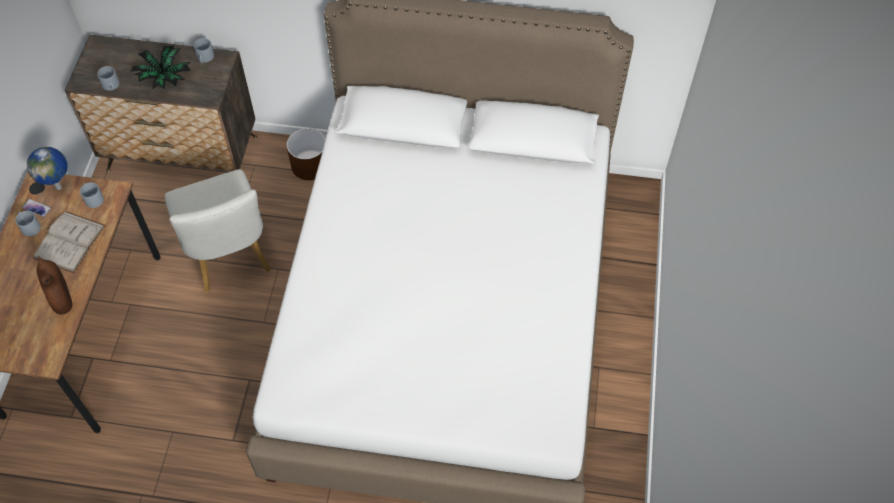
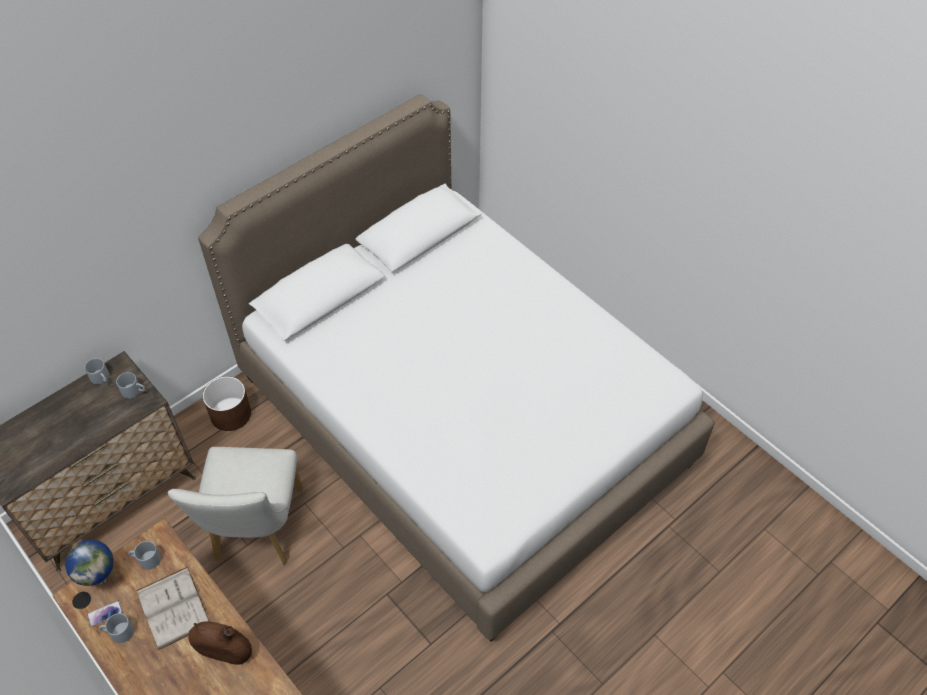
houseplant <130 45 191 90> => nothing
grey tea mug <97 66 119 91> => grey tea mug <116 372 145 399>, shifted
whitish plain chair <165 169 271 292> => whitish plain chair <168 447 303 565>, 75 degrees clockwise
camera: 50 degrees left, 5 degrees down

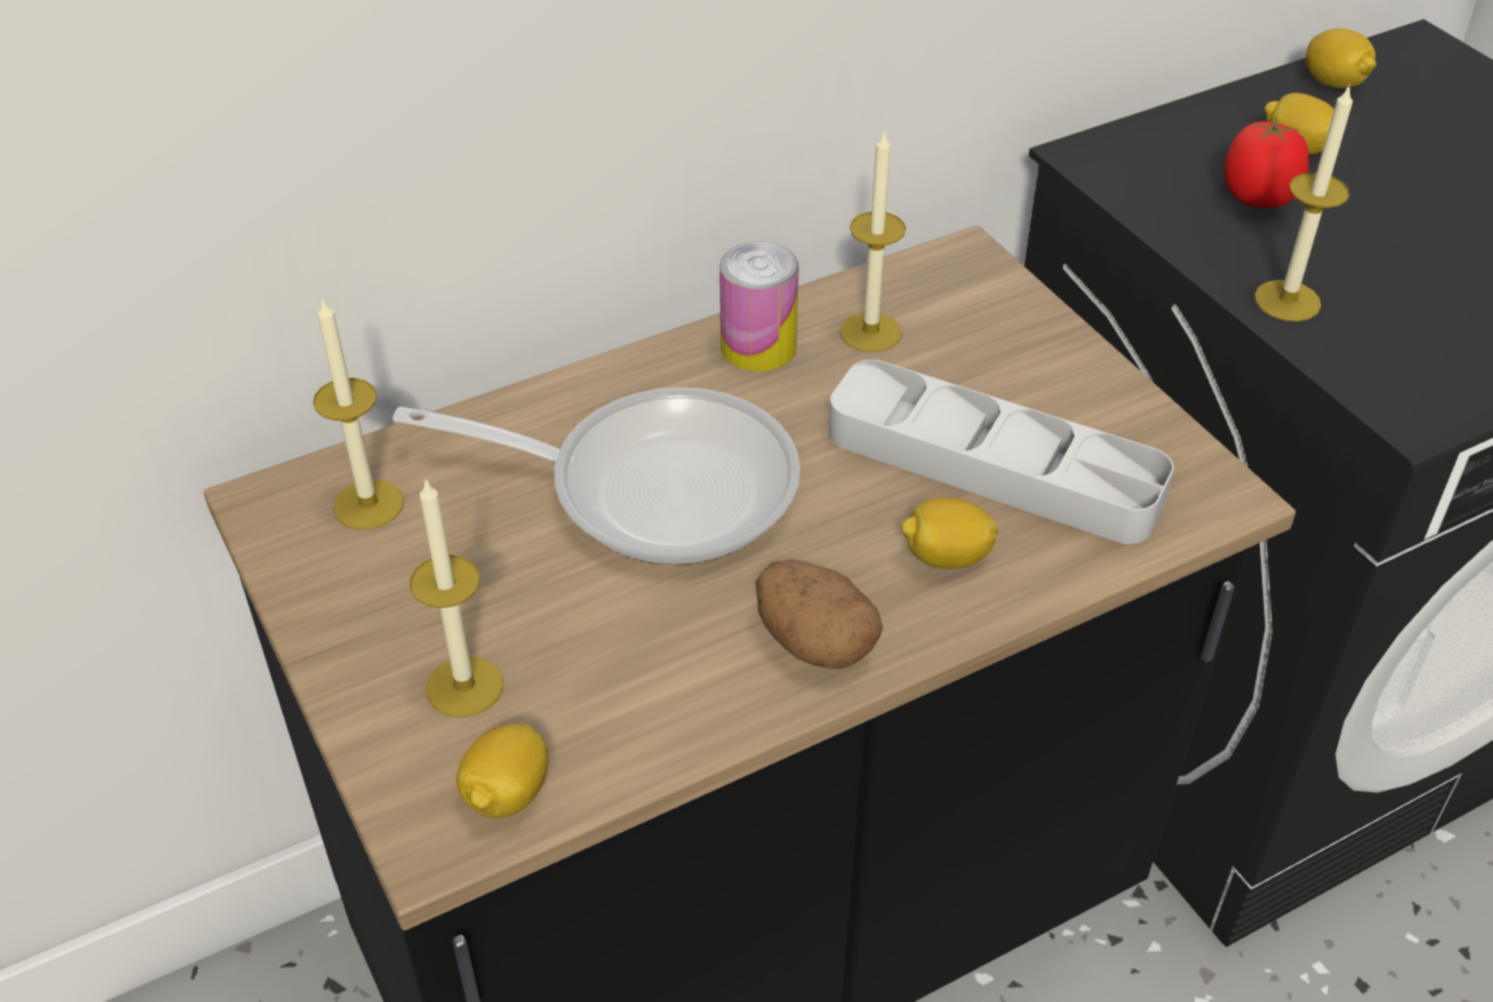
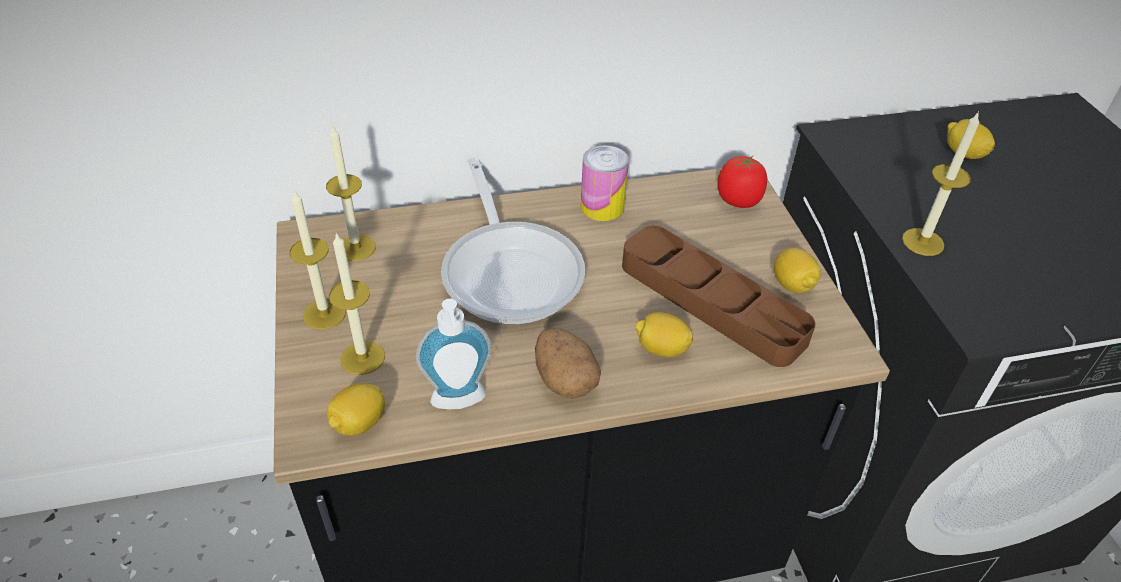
nothing => soap dispenser <416 299 492 409>
wax light <840 129 906 352> => wax light <289 190 346 330>, shifted
whole tomato <1224 118 1309 208> => whole tomato <717 156 767 208>, shifted
citrus fruit <1306 28 1377 88> => citrus fruit <774 248 821 293>, shifted
grey serving tray <829 360 1174 544> => brown serving tray <622 226 816 367>
pan <393 387 800 565> => pan <441 158 585 324>, 45 degrees clockwise
camera: 15 degrees right, 0 degrees up

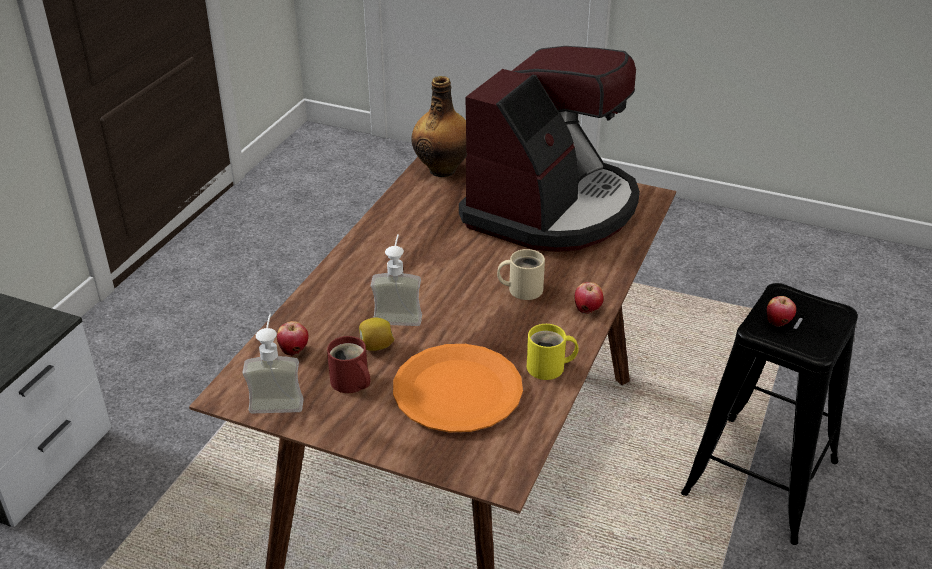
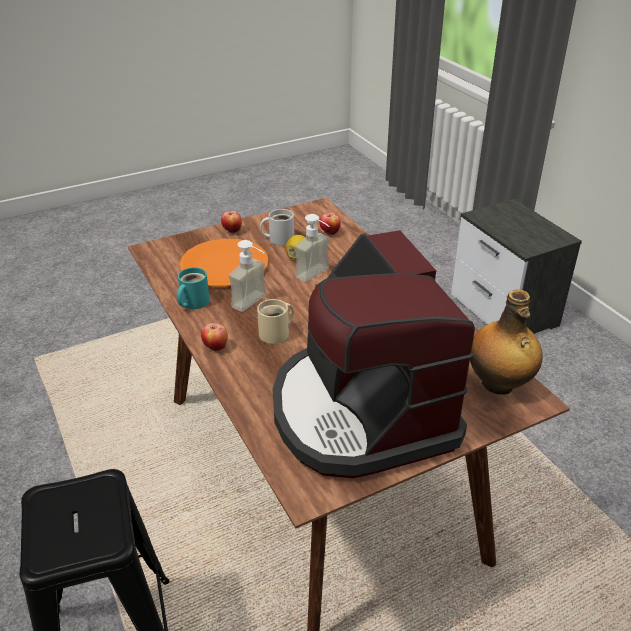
soap dispenser <243 314 304 413> => soap dispenser <229 240 267 312>, shifted
whole apple <767 296 796 327> => whole apple <221 211 242 233>, shifted
red-coloured tea mug <327 336 370 393> => whitish tea mug <260 209 294 245>
yellow tea mug <527 324 579 380> => turquoise-coloured tea mug <177 267 210 309>
camera: 130 degrees right, 0 degrees up

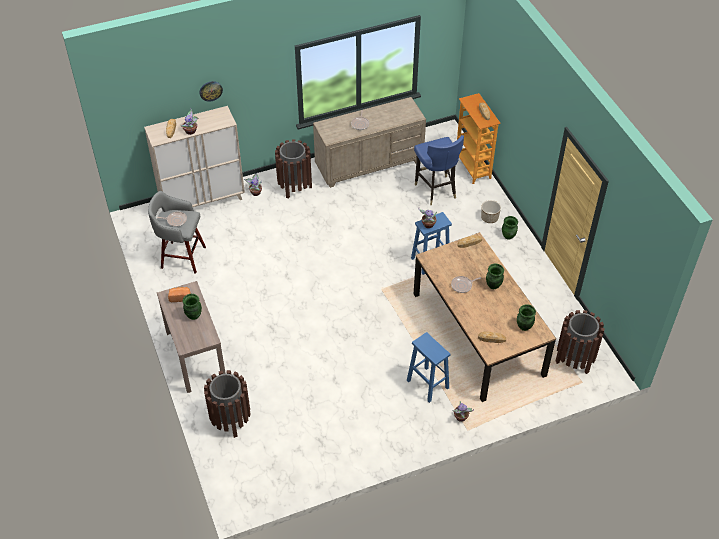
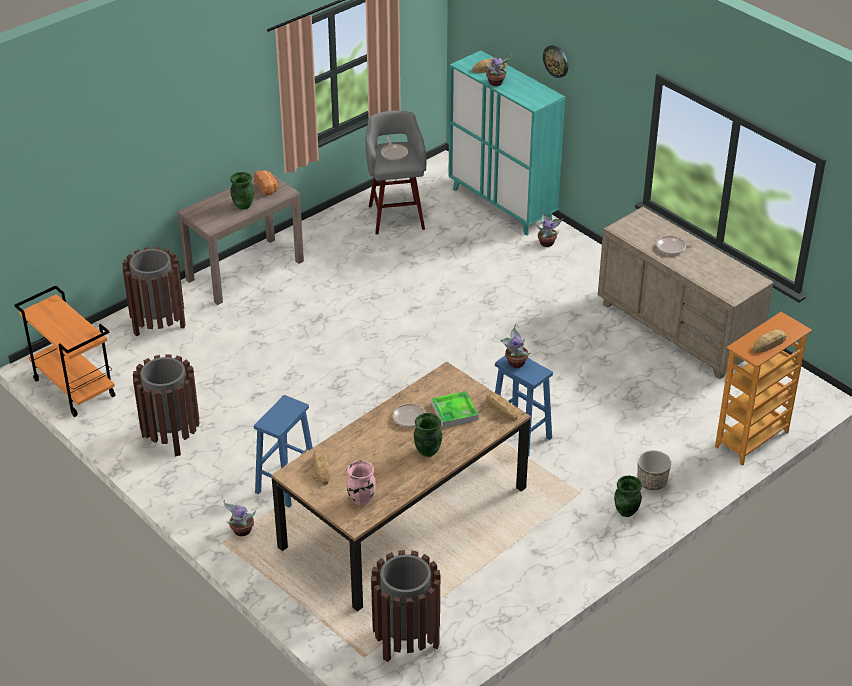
blue plain chair <414 135 464 205> => nothing
nothing => orangey wheeled cart <14 285 116 417>
nothing => serving tray <432 391 478 428>
brown trash can <275 139 312 199> => brown trash can <133 354 199 456>, shifted
beige-coloured storage cabinet <144 106 245 207> => turquoise-coloured storage cabinet <449 50 565 236>
green-coloured decorative vase <517 304 536 331> => pink-coloured decorative vase <346 460 376 505>
camera: 70 degrees right, 10 degrees down

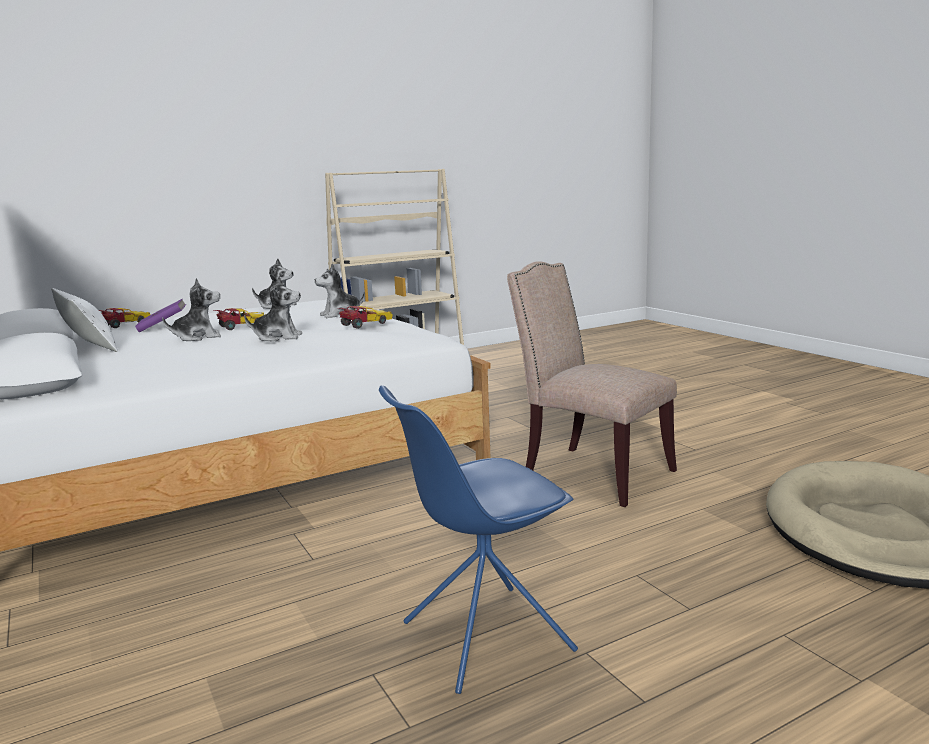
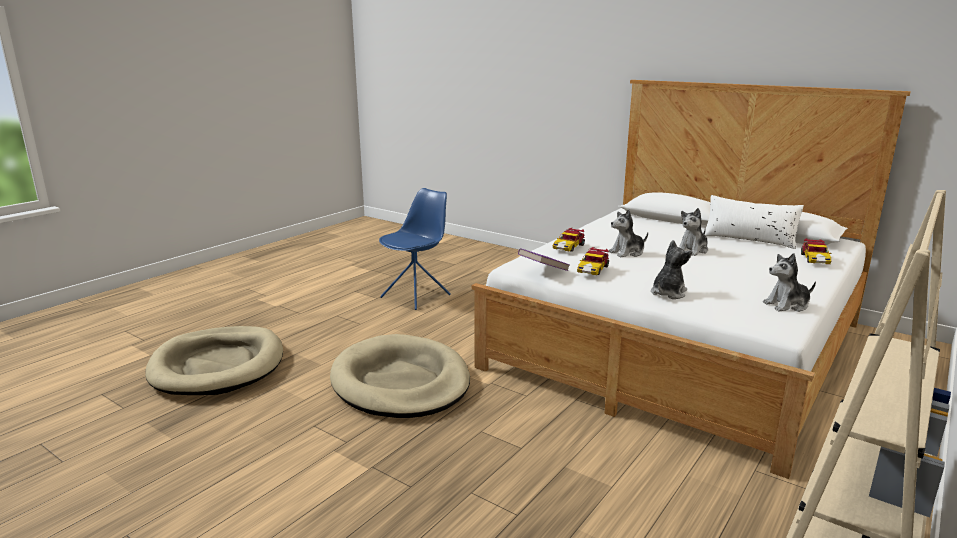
purple-coloured book <135 299 186 333> => purple-coloured book <518 248 569 271>, shifted
miniature car <213 308 266 330> => miniature car <553 227 585 252>, shifted
beige-coloured plain chair <507 261 677 507> => beige-coloured dog bed <330 334 470 418>
camera: 155 degrees right, 5 degrees up

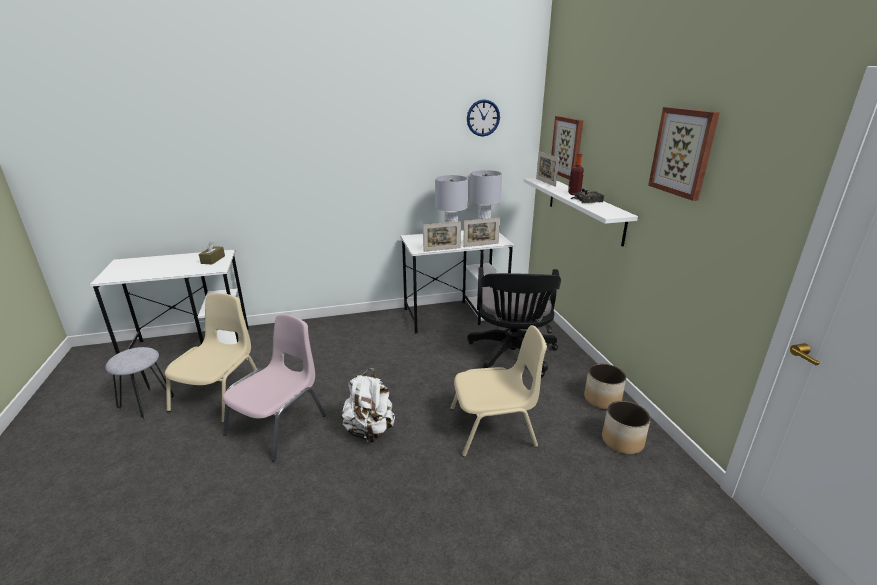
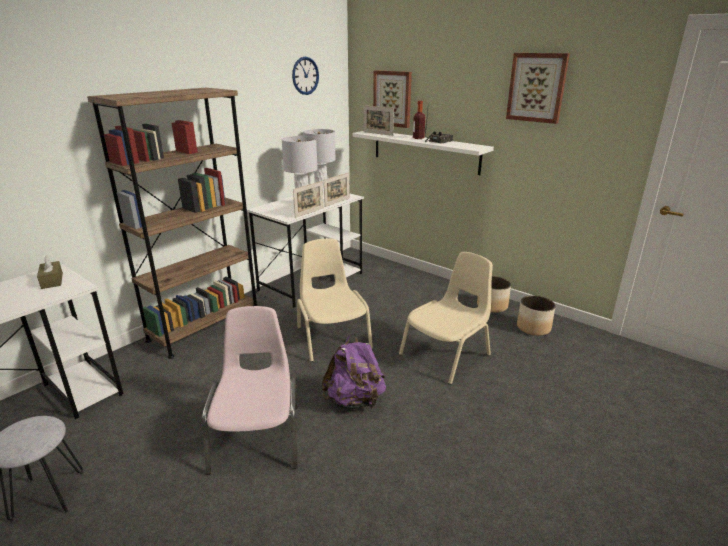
black-coloured computer chair <467 267 561 378> => nothing
nothing => brown bookcase <87 88 257 359>
beige-coloured plain chair <165 293 257 423> => beige-coloured plain chair <297 238 373 362>, shifted
whitish knapsack <341 368 395 443> => purple-coloured knapsack <322 334 386 409>
camera: 35 degrees left, 0 degrees up

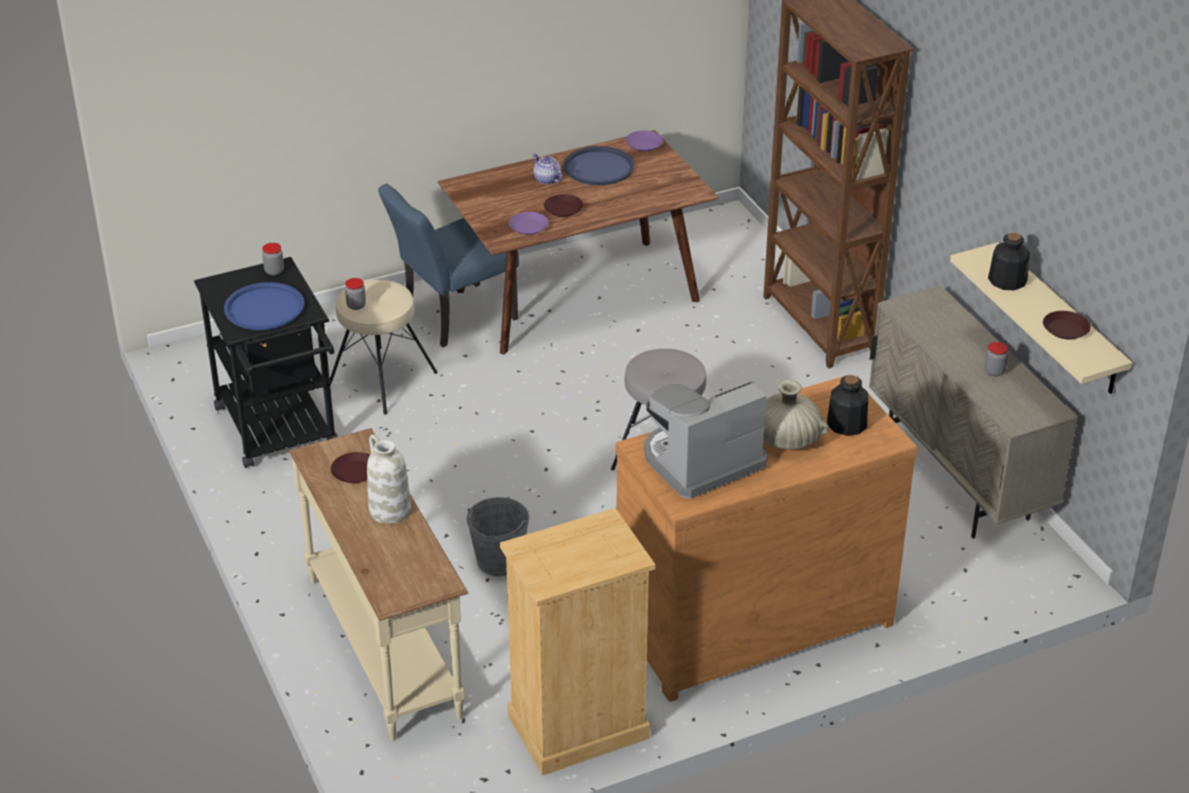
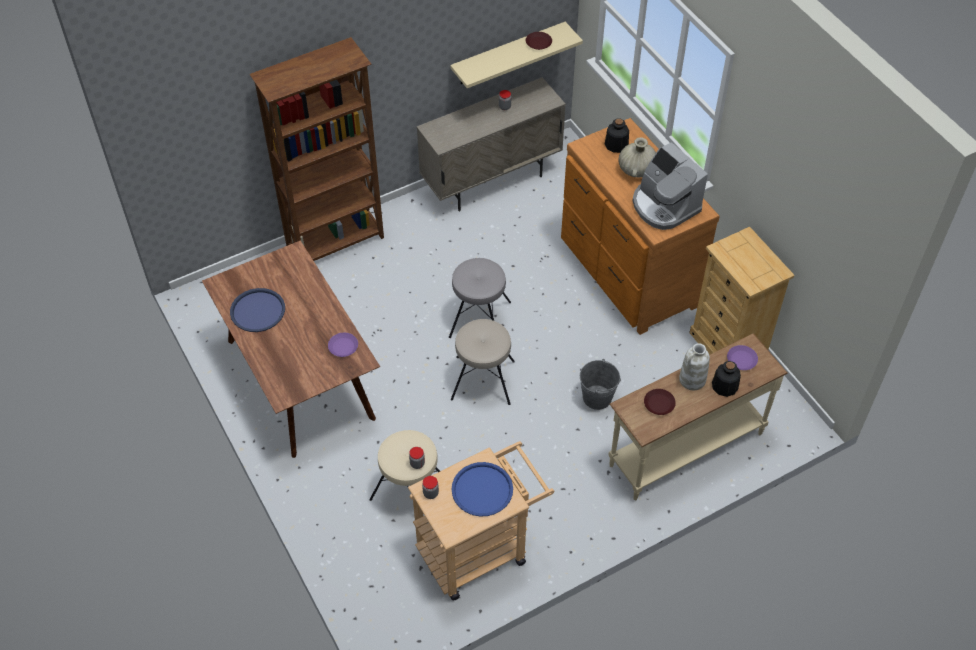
blue plain chair <378 184 519 347> => nothing
teapot <533 154 562 185> => nothing
brown plate <544 194 583 217> => nothing
nothing => beige-coloured stool seat <451 319 515 405>
purple-coloured plate <626 131 663 151> => purple-coloured plate <727 345 758 370>, shifted
beverage bottle <988 233 1030 290> => beverage bottle <712 361 741 397>, shifted
black-coloured wheeled cart <194 257 338 468> => beige-coloured wheeled cart <408 441 554 601>
camera: 95 degrees left, 15 degrees up

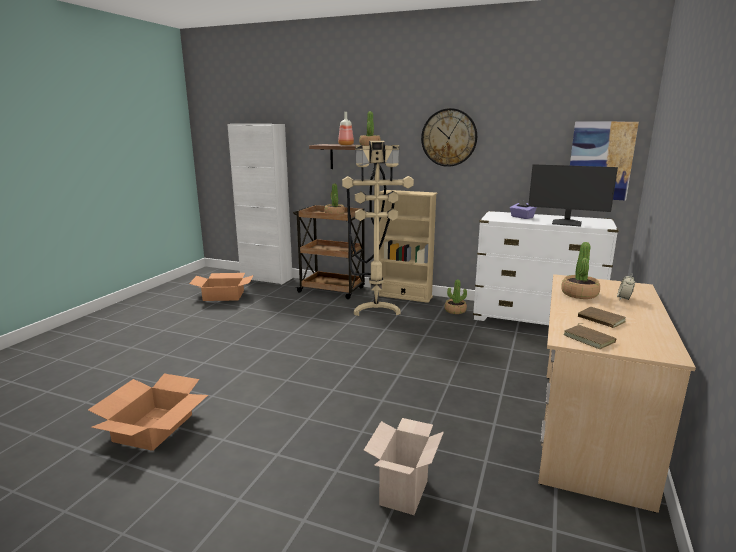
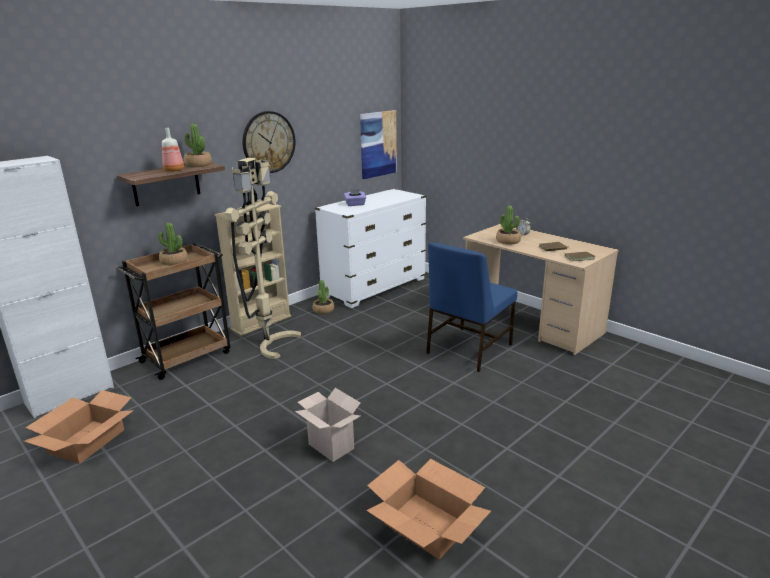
computer screen <528 164 618 227> => nothing
nothing => blue plain chair <426 242 517 372>
packing box <364 418 444 515> => packing box <295 388 361 462>, shifted
camera: 65 degrees left, 5 degrees up

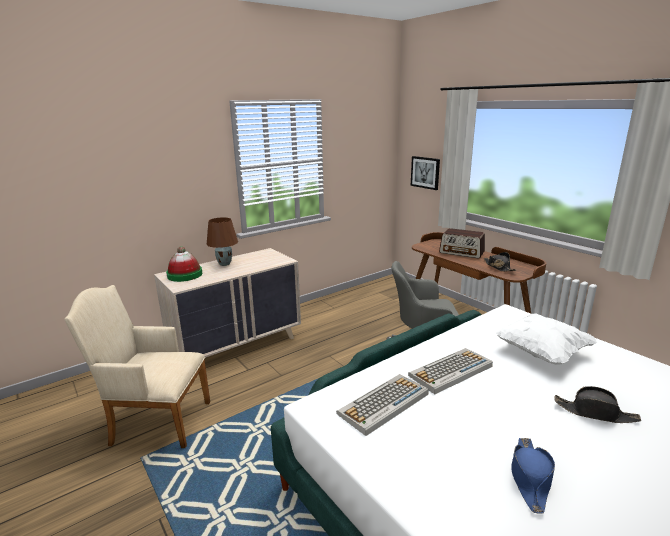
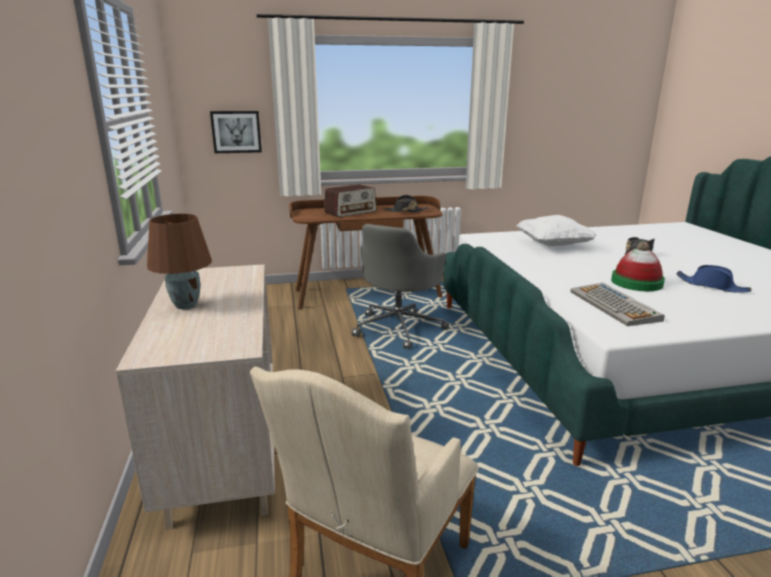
computer keyboard <408 348 493 394> => nothing
wearable hat <166 246 202 282> => wearable hat <611 241 665 291>, shifted
camera: 65 degrees left, 0 degrees up

